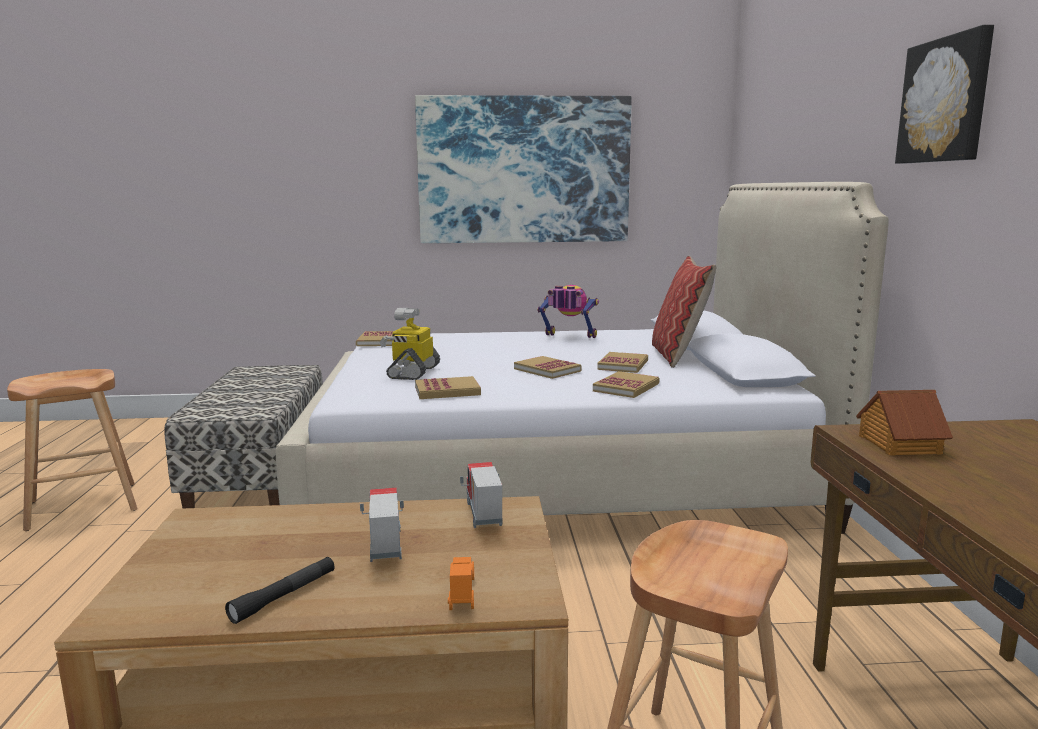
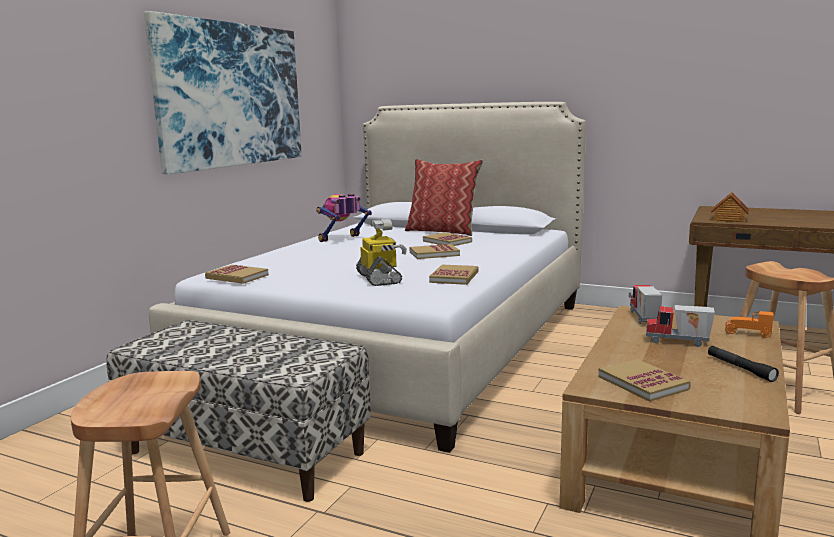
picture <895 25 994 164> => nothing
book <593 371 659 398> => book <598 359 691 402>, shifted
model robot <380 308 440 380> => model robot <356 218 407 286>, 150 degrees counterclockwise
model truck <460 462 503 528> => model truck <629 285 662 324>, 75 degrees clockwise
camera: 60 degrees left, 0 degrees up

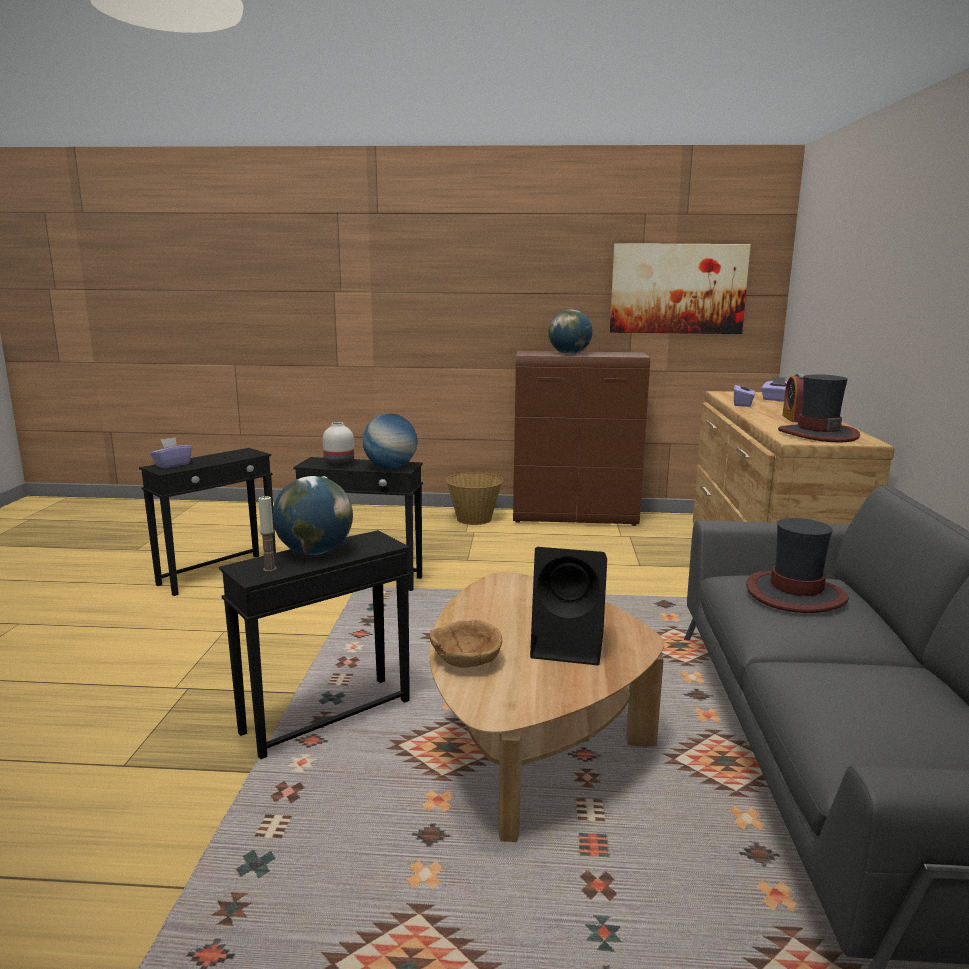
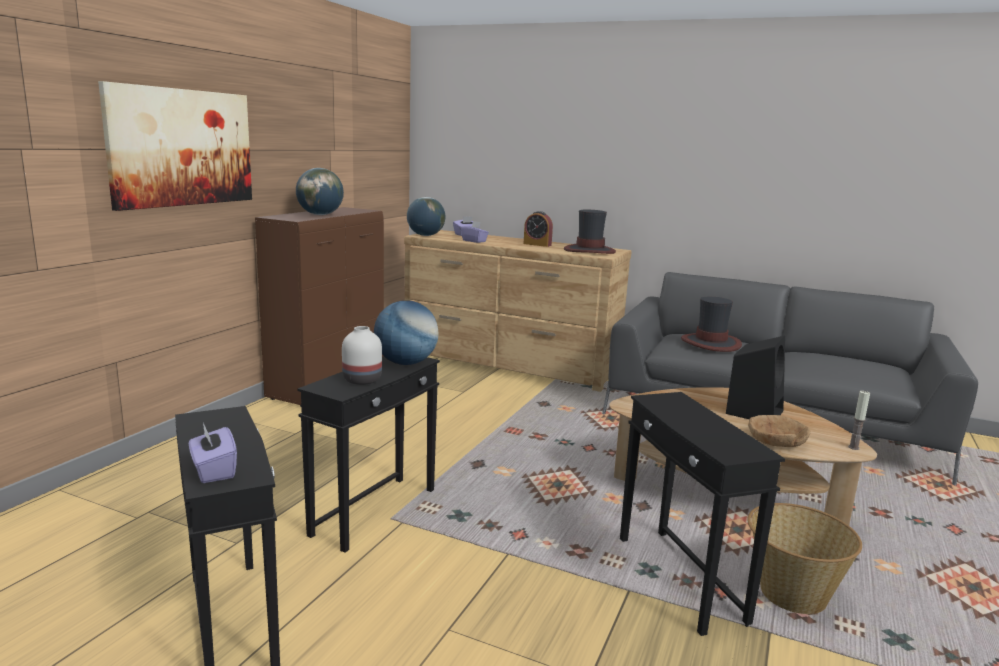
wax light <258 495 277 572> => wax light <848 391 870 450>, shifted
globe <272 476 353 555> => globe <407 197 445 236>, shifted
storage basket <446 472 504 525> => storage basket <748 503 862 614>, shifted
picture <610 243 751 334> => picture <98 81 252 211>, shifted
camera: 70 degrees left, 0 degrees up

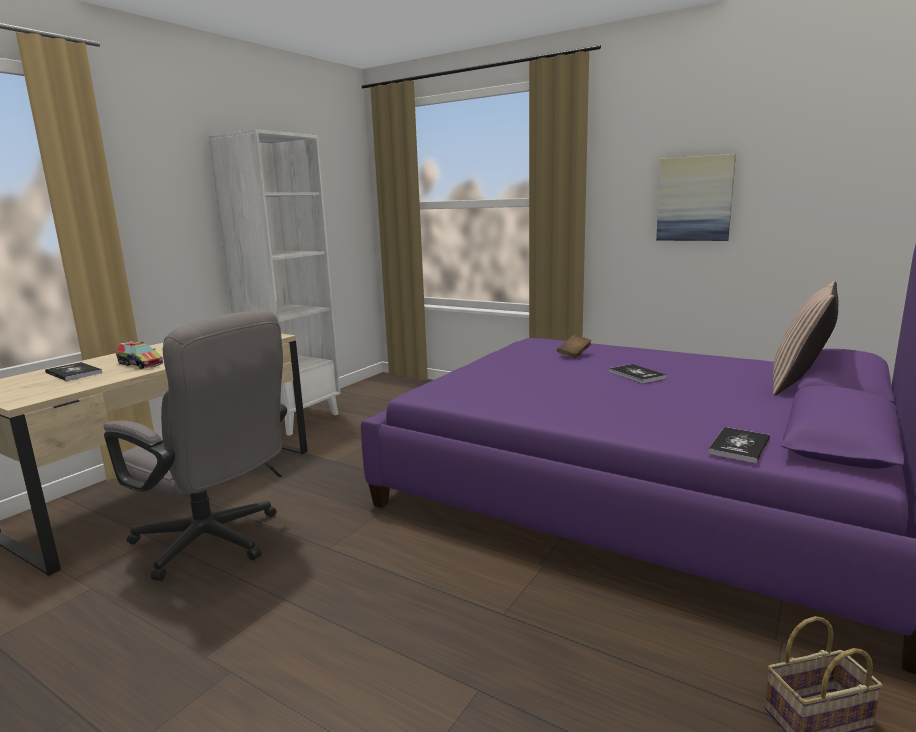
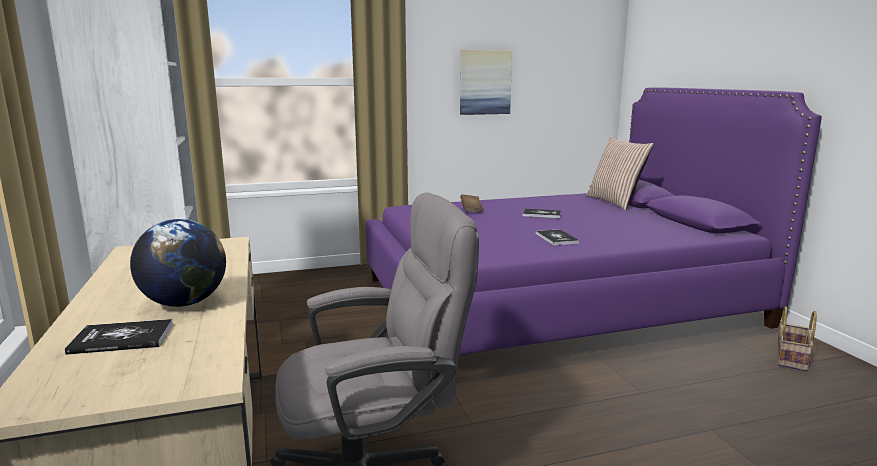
book <708 427 770 463> => book <536 229 579 245>, shifted
model truck <116 341 163 369> => globe <130 219 226 307>
camera: 50 degrees left, 0 degrees up

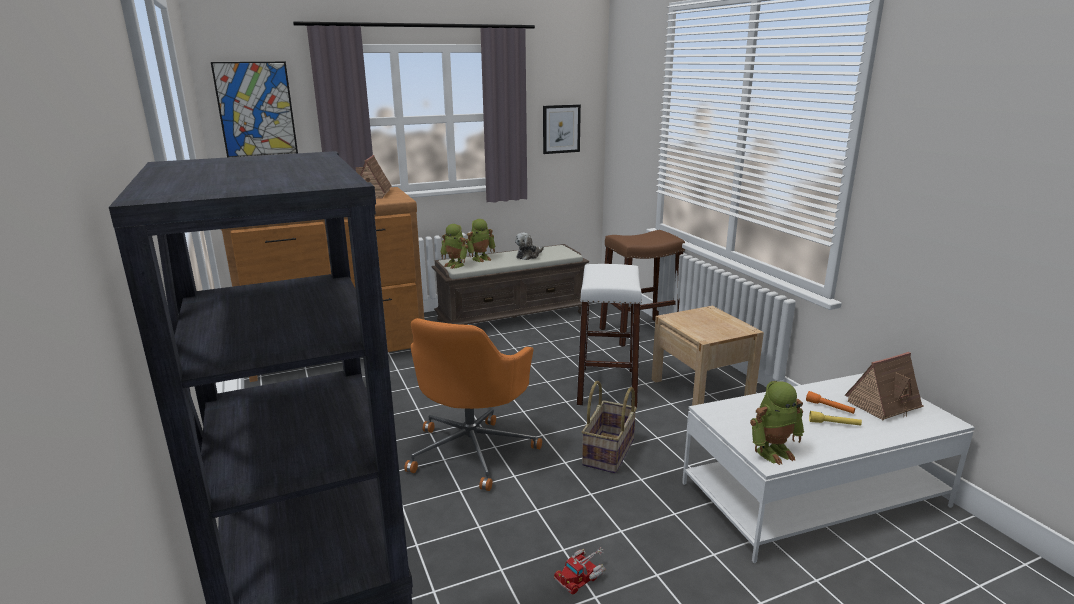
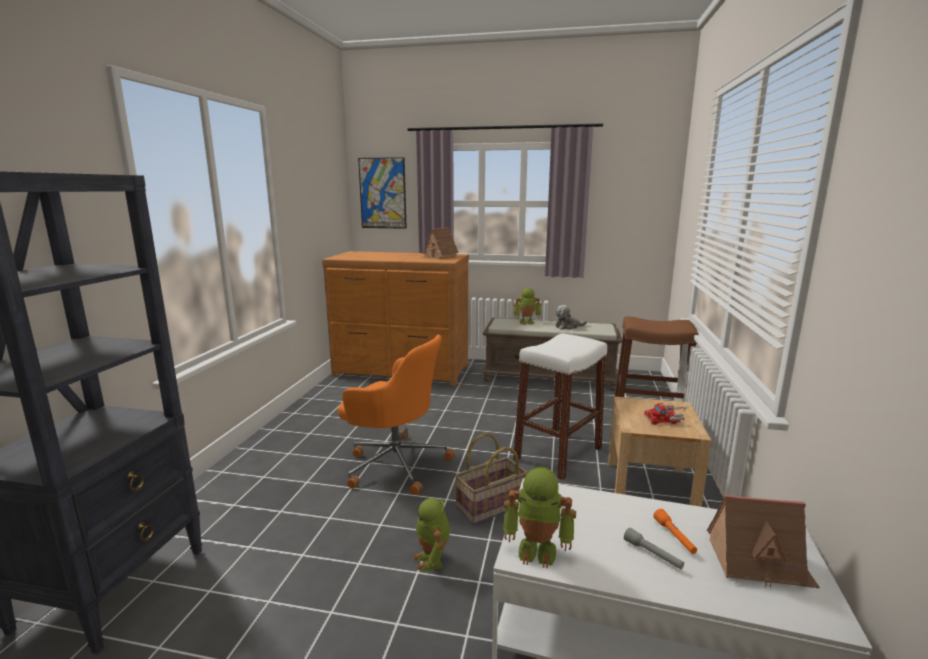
picture <543 104 581 154> => nothing
model robot <440 224 468 269> => model robot <413 498 450 571>, shifted
model truck <554 547 606 594> => model truck <644 403 689 425>, shifted
yellow flashlight <809 411 862 426> => grey flashlight <624 527 684 569>
orangey computer chair <404 318 542 491> => orangey computer chair <338 335 455 495>, 120 degrees counterclockwise
camera: 35 degrees right, 5 degrees down

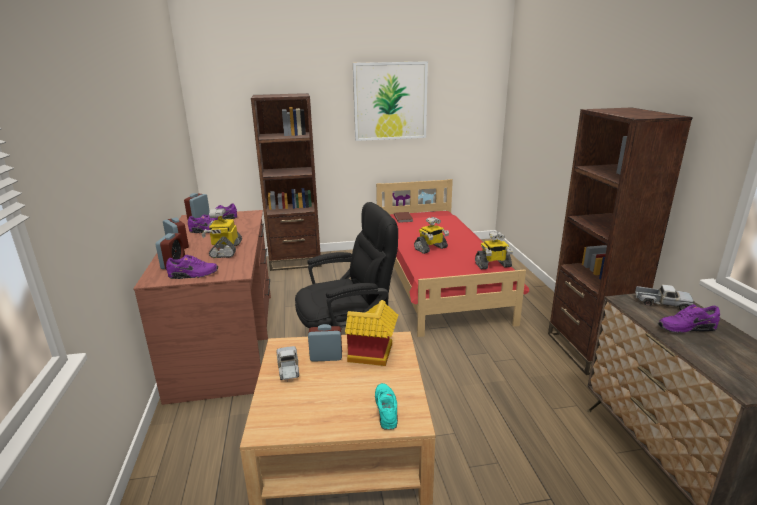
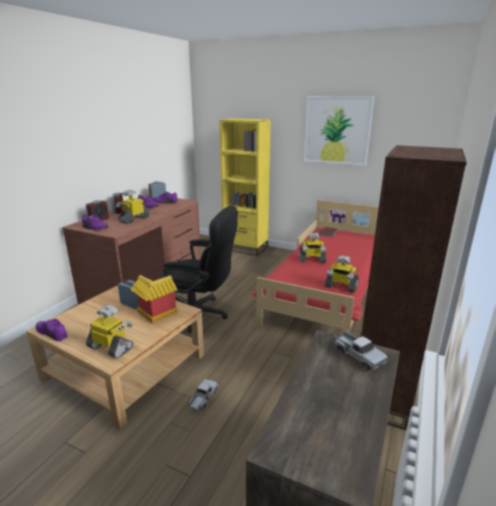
model truck <276 346 299 381> => model truck <189 379 218 410>, shifted
purple-coloured shoe <658 304 720 333> => purple-coloured shoe <36 319 68 341>, shifted
turquoise-coloured shoe <375 383 398 430> => model robot <86 305 133 358>
brown bookcase <251 93 321 271> => yellow bookcase <219 118 271 256>
camera: 35 degrees right, 0 degrees up

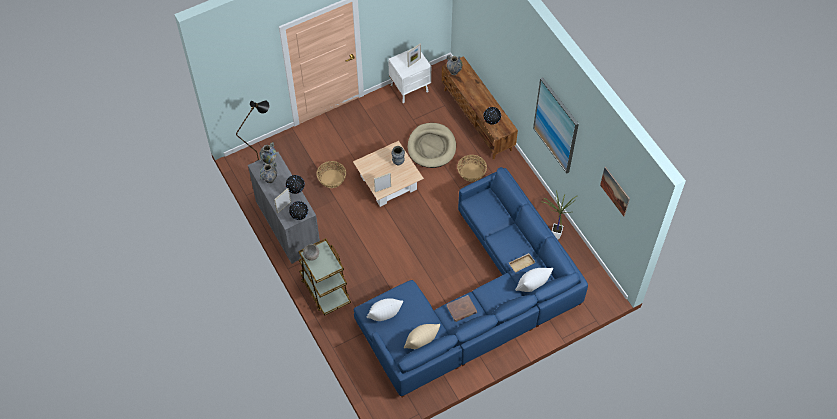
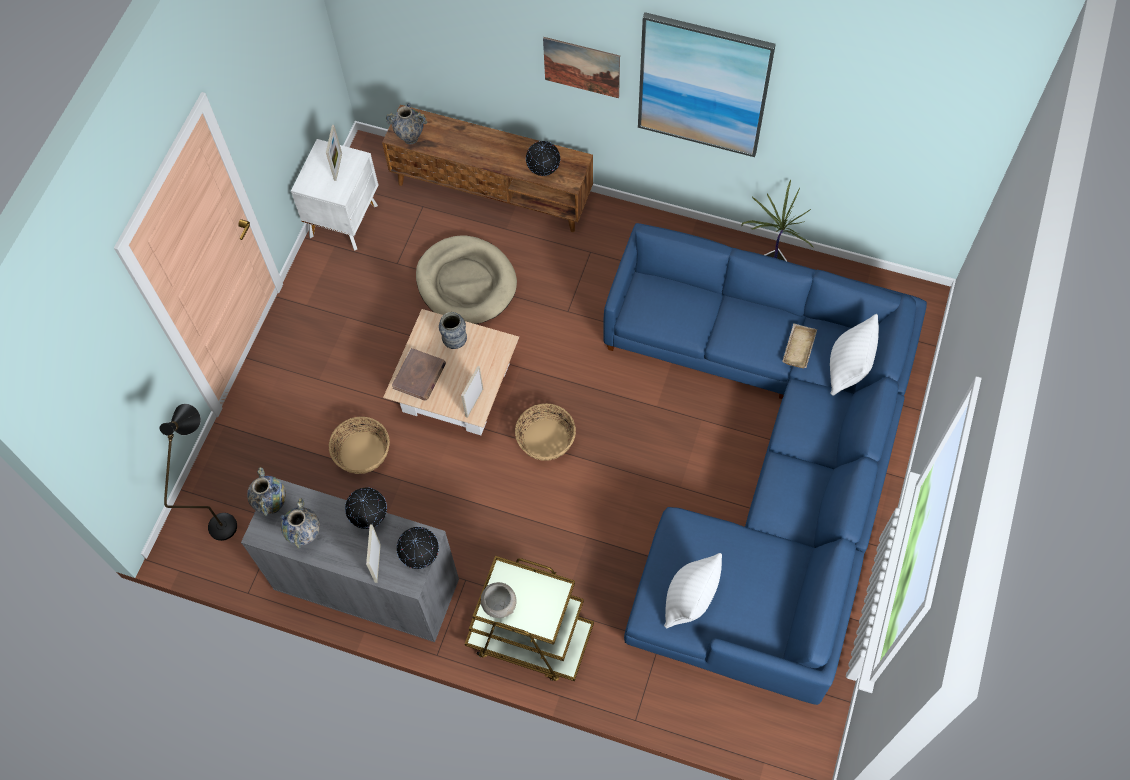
beige-coloured pillow <404 324 440 349> => nothing
brown book <447 295 477 322> => brown book <392 348 446 401>, shifted
storage basket <457 155 487 182> => storage basket <515 403 576 461>, shifted
picture <600 167 630 216> => picture <543 37 620 98>, shifted
camera: 40 degrees left, 5 degrees up

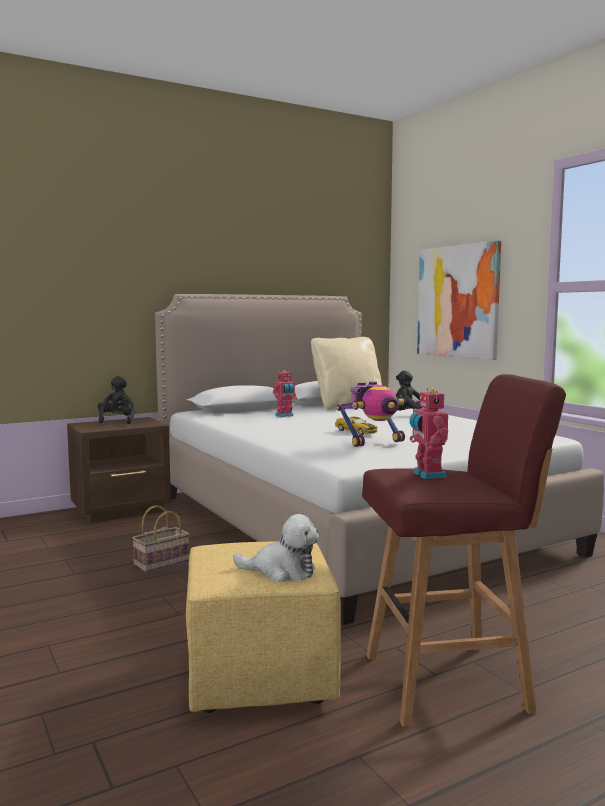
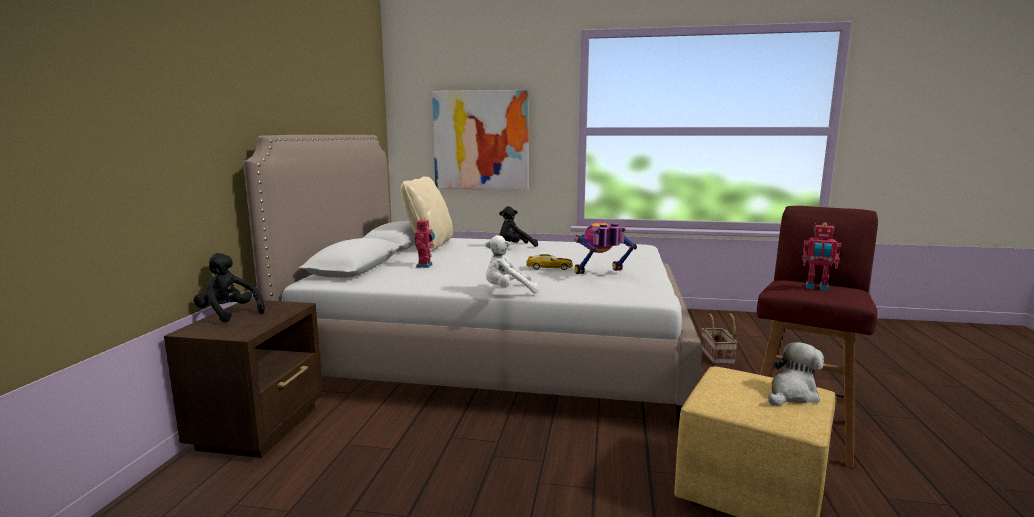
nothing => whitish soft toy <485 235 539 293>
storage basket <132 505 189 573> => storage basket <701 313 738 364>, shifted
model robot <337 382 406 447> => model robot <574 222 637 274>, 120 degrees counterclockwise
camera: 50 degrees left, 5 degrees up

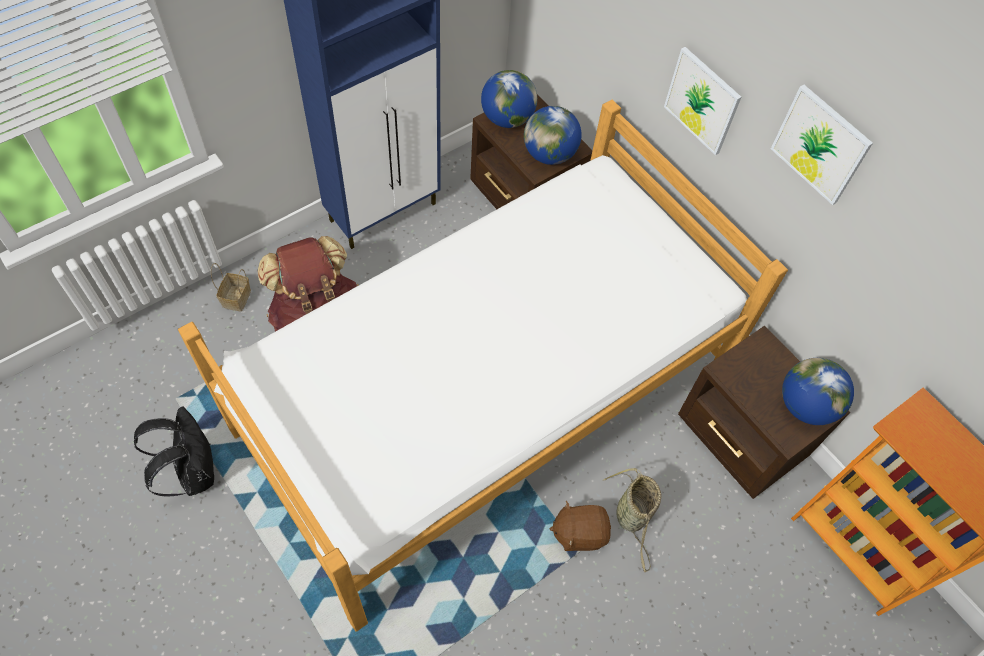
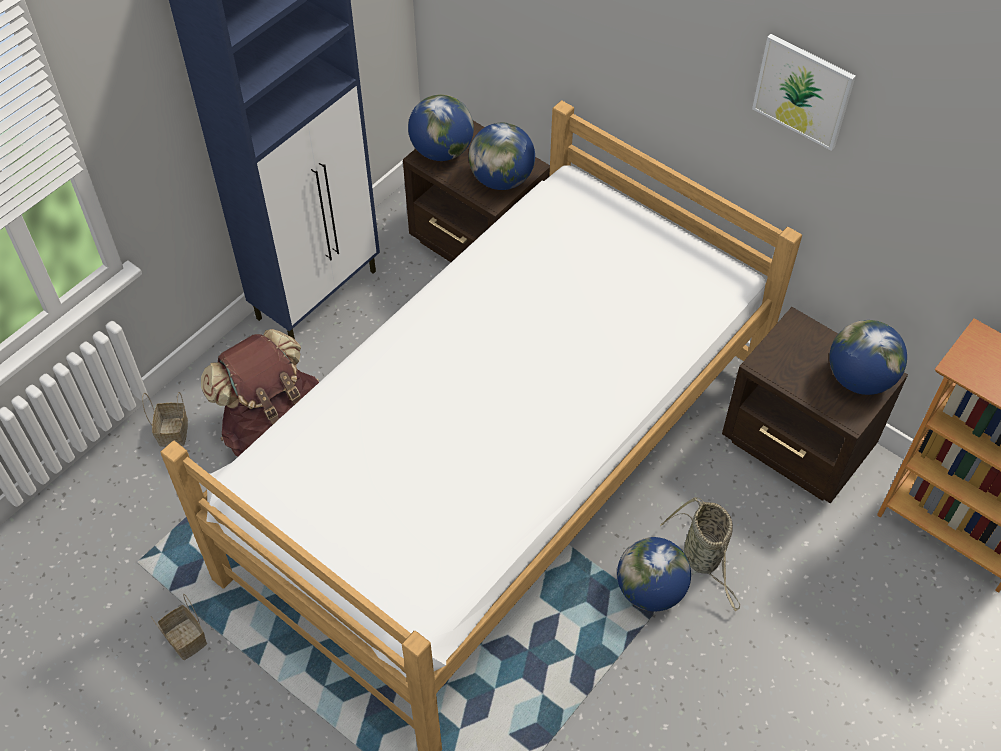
picture <664 47 741 155> => nothing
black-coloured knapsack <134 406 214 496> => storage basket <150 594 207 660>
brown soft toy <550 501 611 551> => globe <617 537 691 611>
camera: 10 degrees left, 5 degrees down

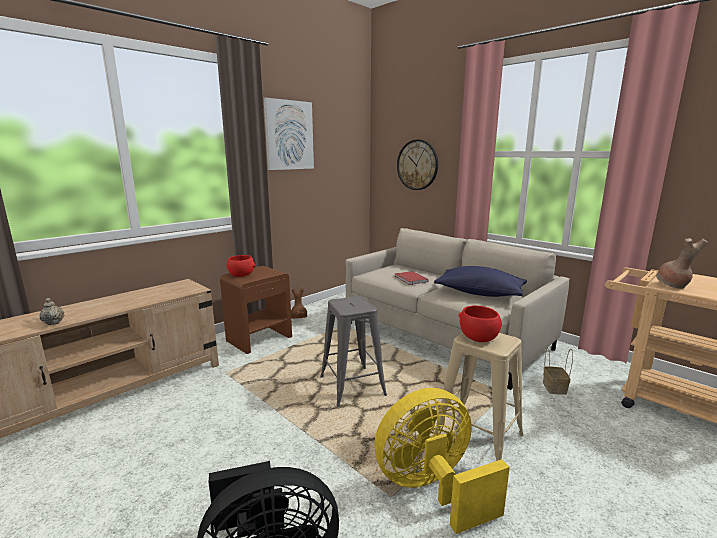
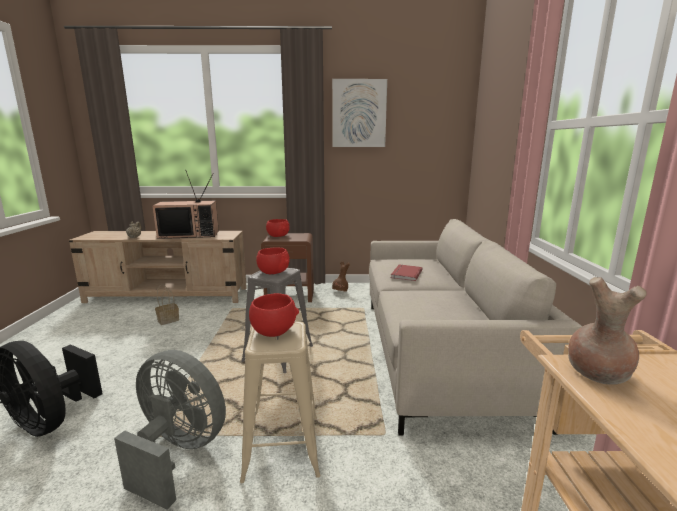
clock on the wall <397 139 438 190> => nothing
blue pillow <434 266 527 297> => nothing
nothing => television <153 169 219 239>
nothing => red-coloured bowl <256 247 290 274>
storage basket <543 348 573 395> => storage basket <155 285 179 325>, shifted
yellow electric fan <374 388 510 534> => grey electric fan <114 350 226 509>
camera: 45 degrees right, 0 degrees up

